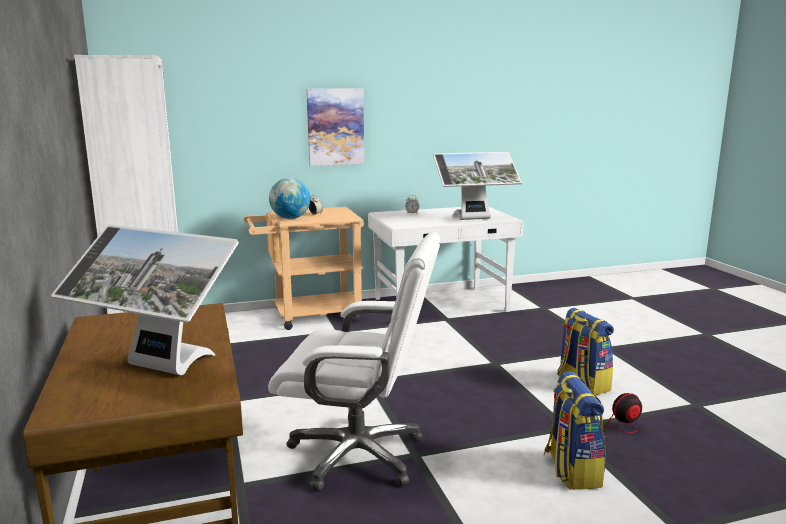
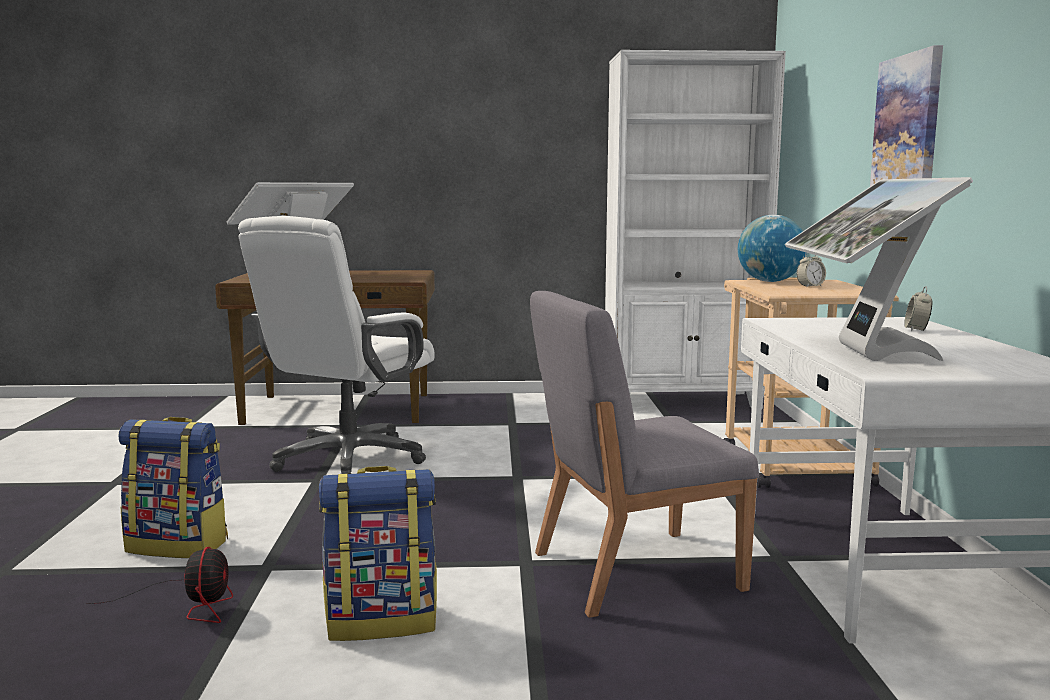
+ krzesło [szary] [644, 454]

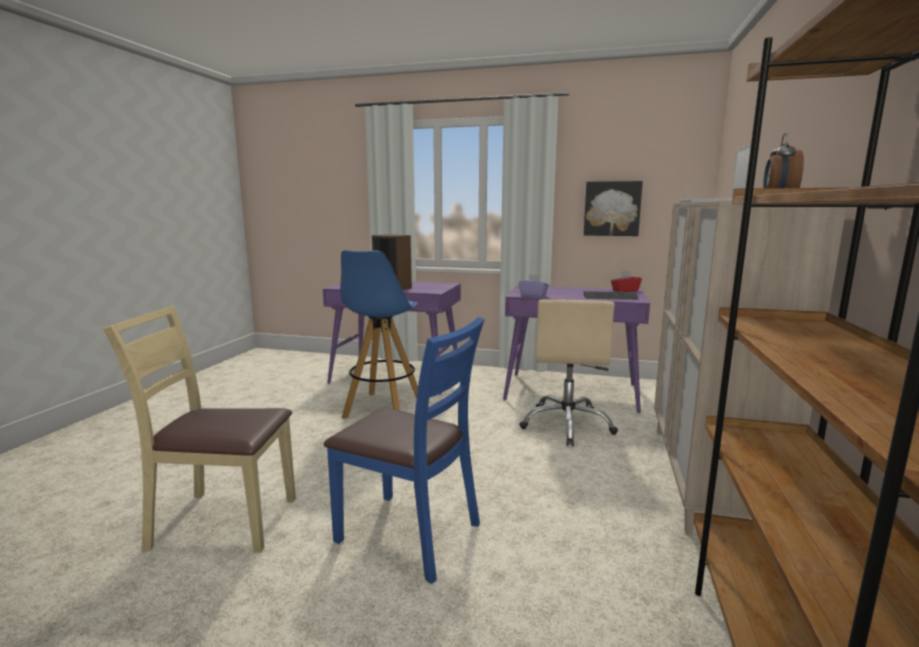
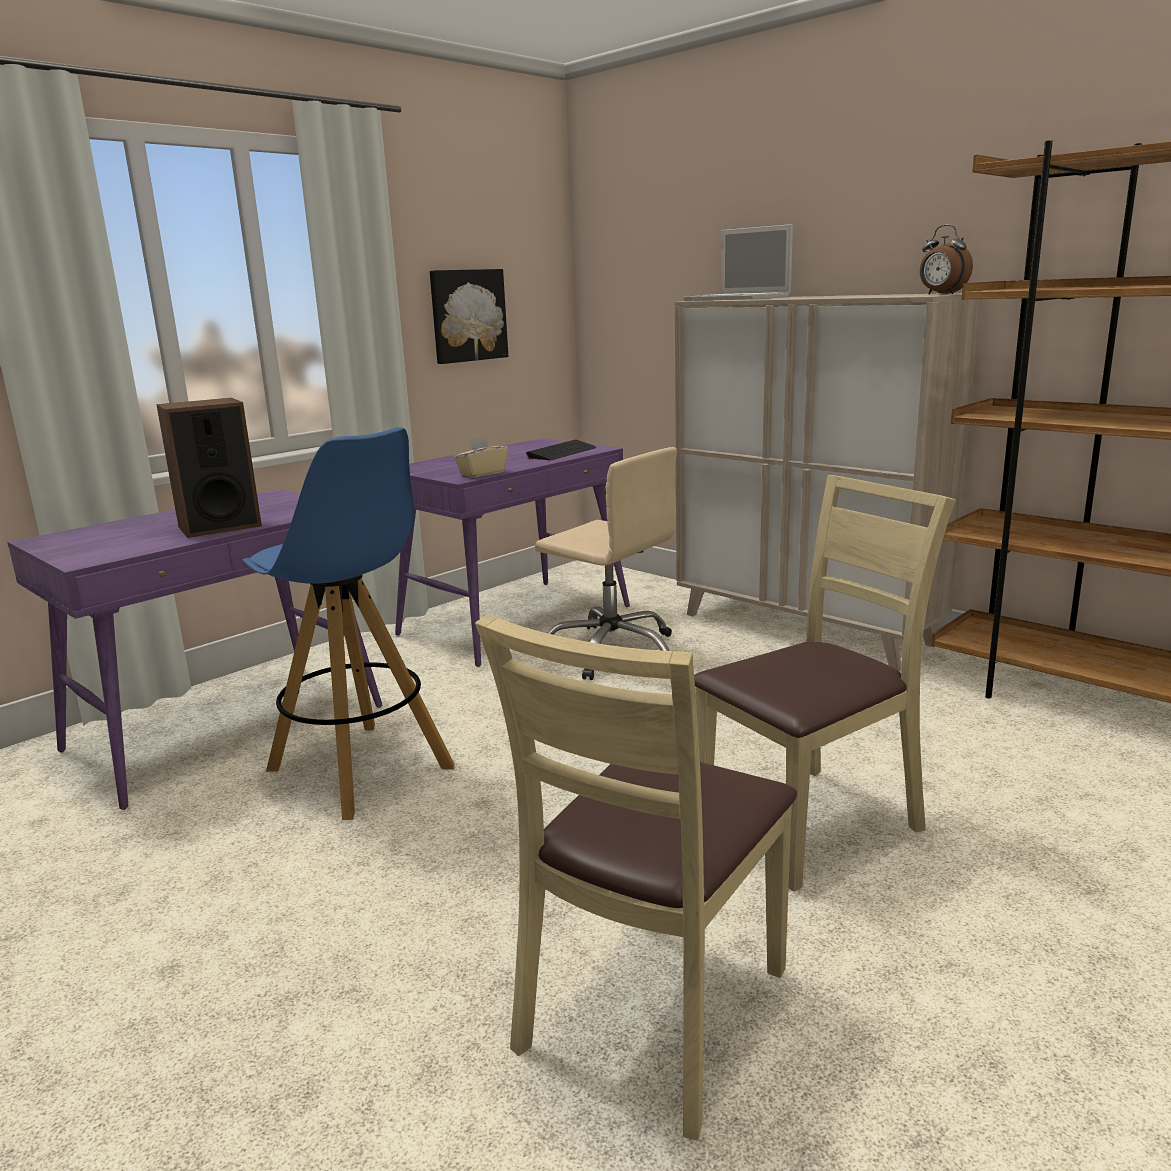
~ pudełko chusteczek [fioletowy] [533, 285] to pudełko chusteczek [beżowy] [481, 456]
~ krzesło [niebieski] [404, 450] to krzesło [beżowy] [825, 683]
- pudełko chusteczek [czerwony] [626, 281]

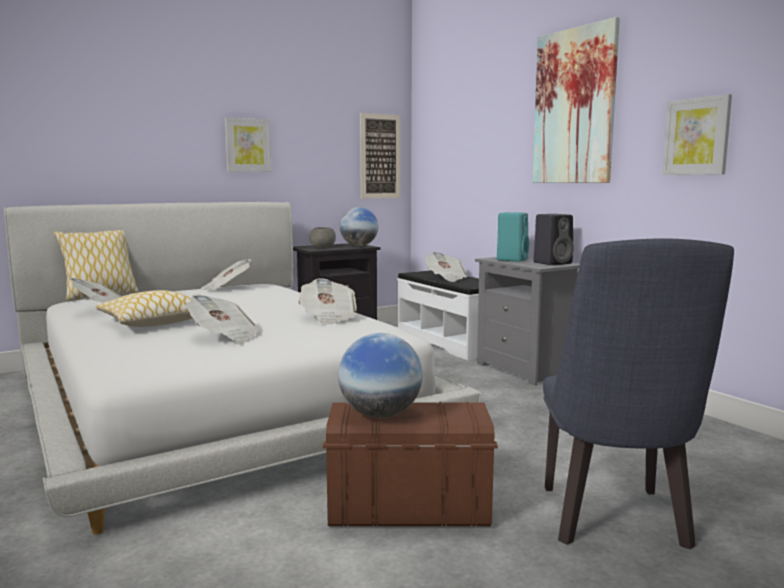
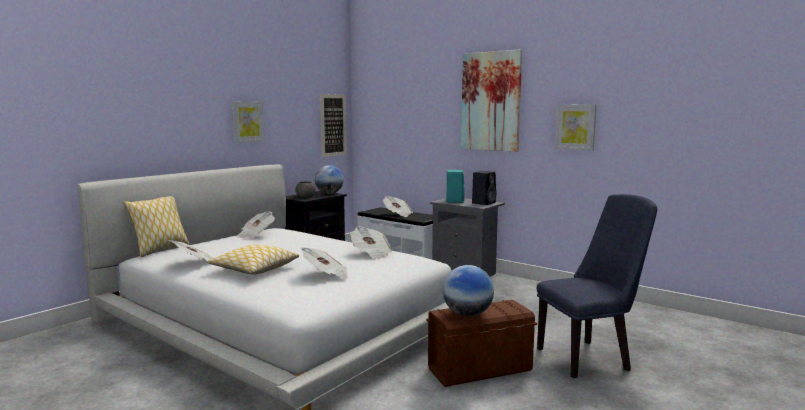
~ krzesło [niebieski] [638, 393] = [597, 286] 90 degrees counterclockwise

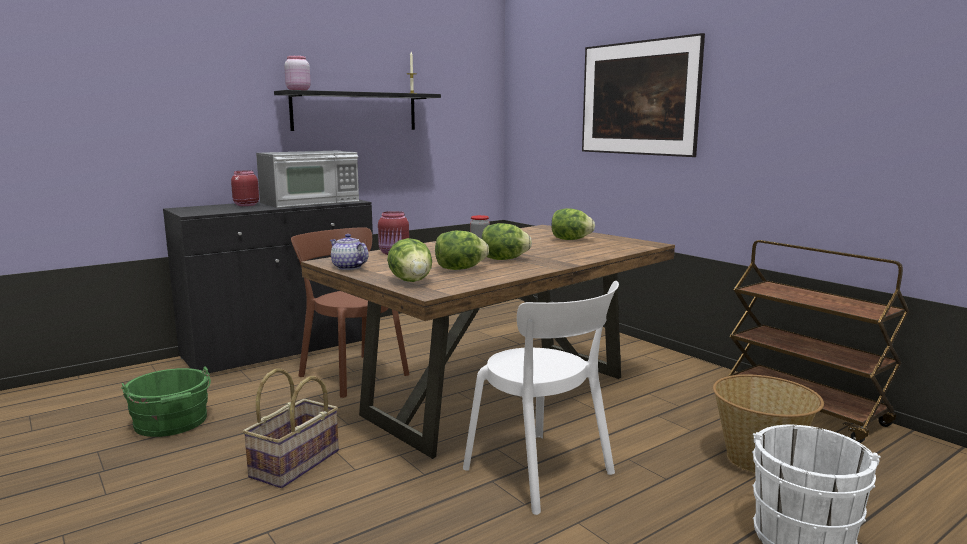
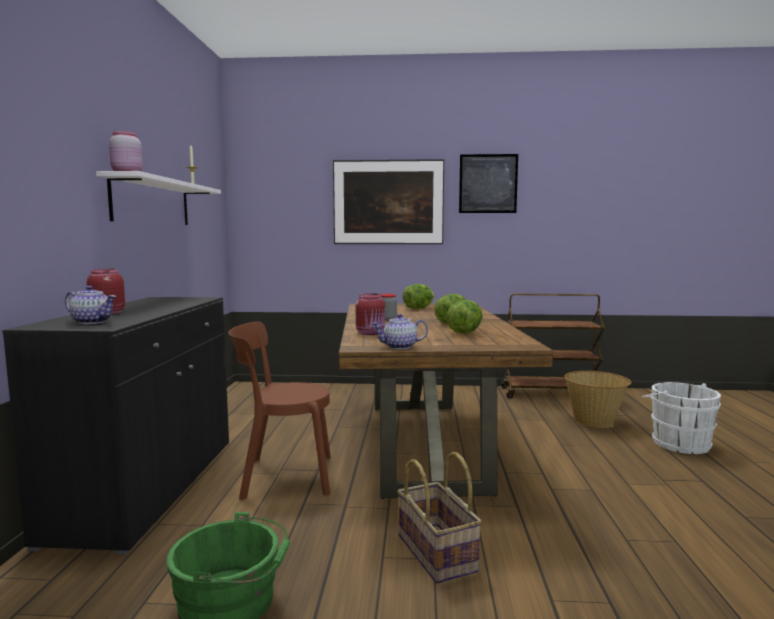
+ imbryk [90, 305]
~ półka [czarny] [357, 110] to półka [biały] [158, 198]
+ obraz [488, 183]
- mikrofalówka [307, 179]
- sałata [409, 260]
- krzesło [biały] [541, 398]

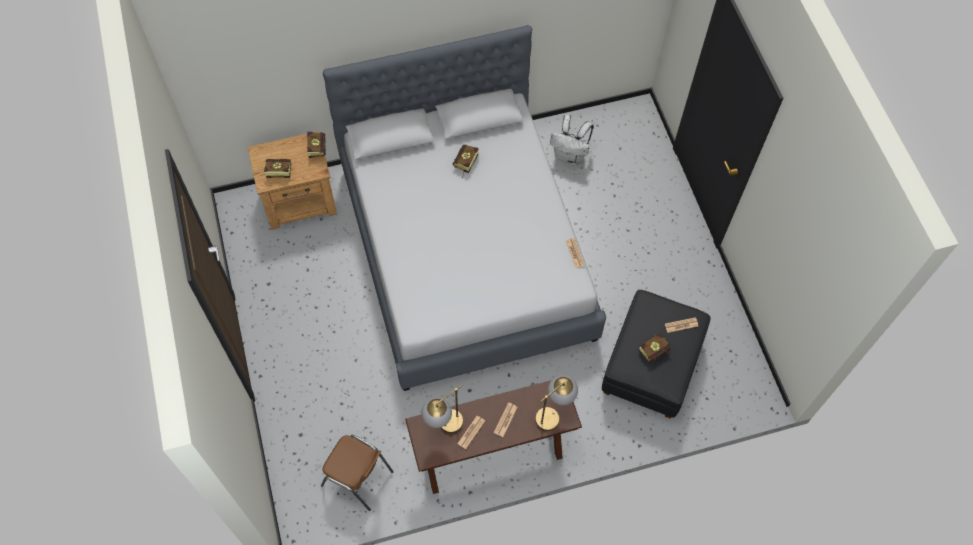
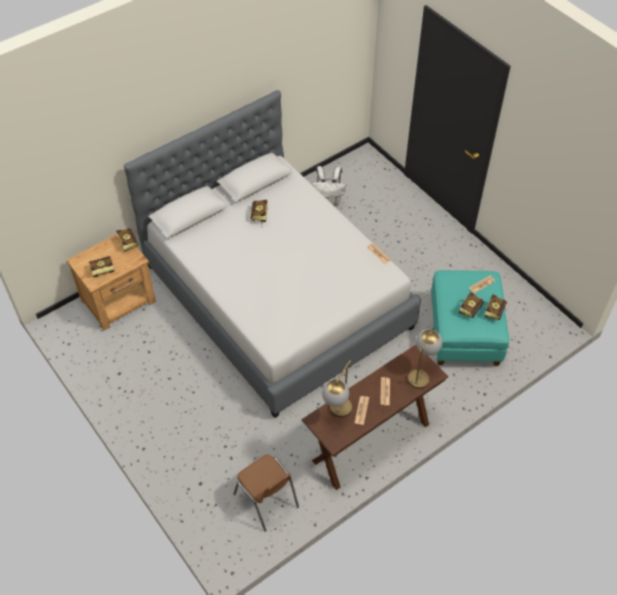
~ krzesło [brązowy] [357, 473] = [266, 493] 45 degrees clockwise
~ pufa [czarny] [656, 354] to pufa [turkusowy] [470, 318]
+ książka [495, 307]

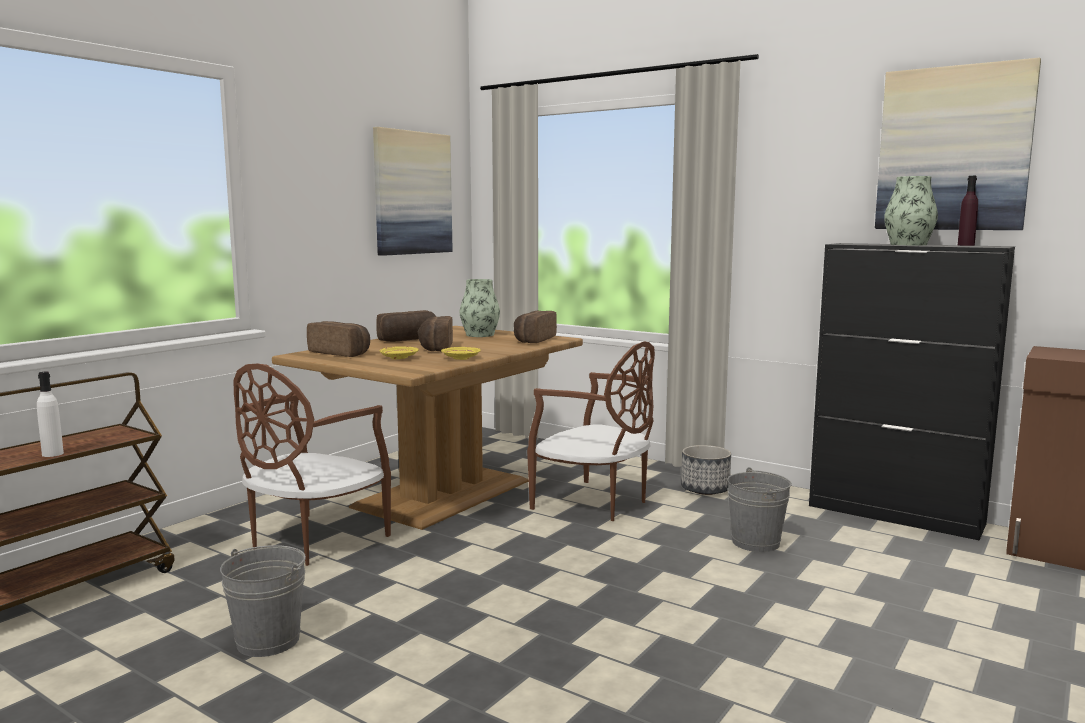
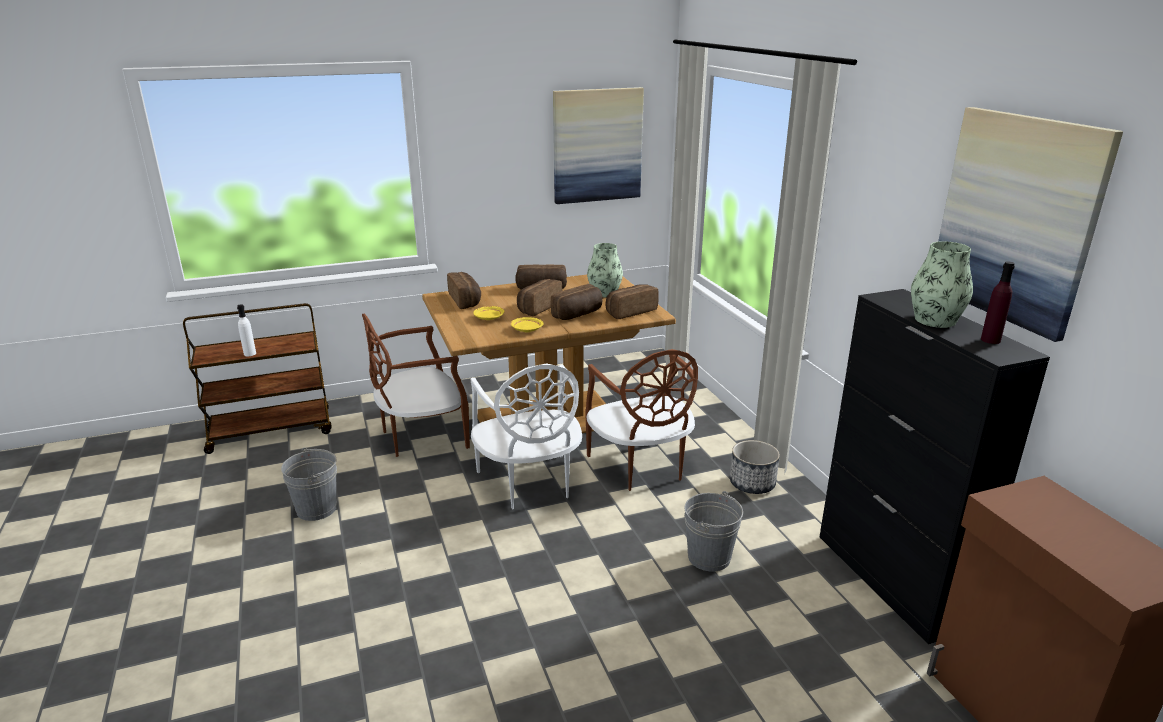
+ krzesło [biały] [526, 436]
+ chleb [577, 302]

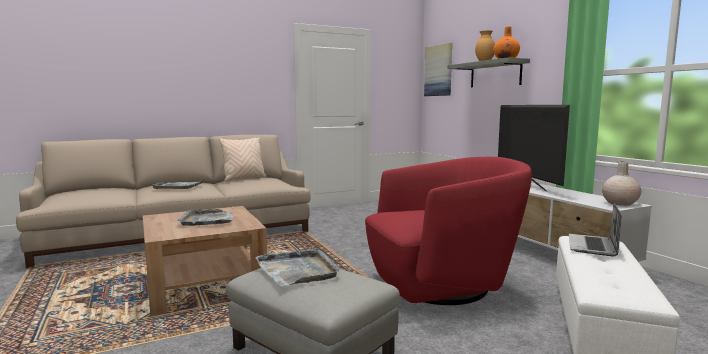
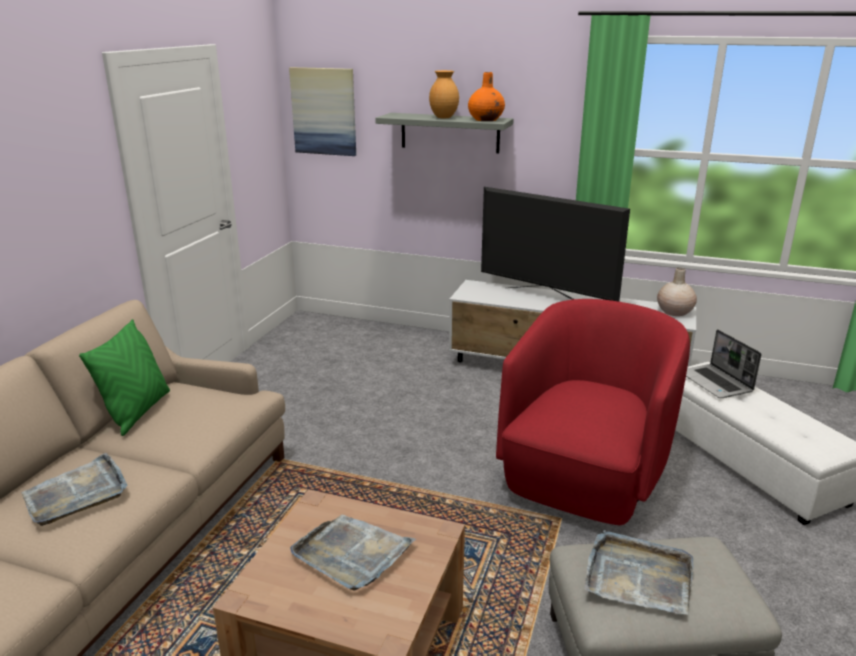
~ poduszka [beżowy] [243, 159] to poduszka [zielony] [124, 377]

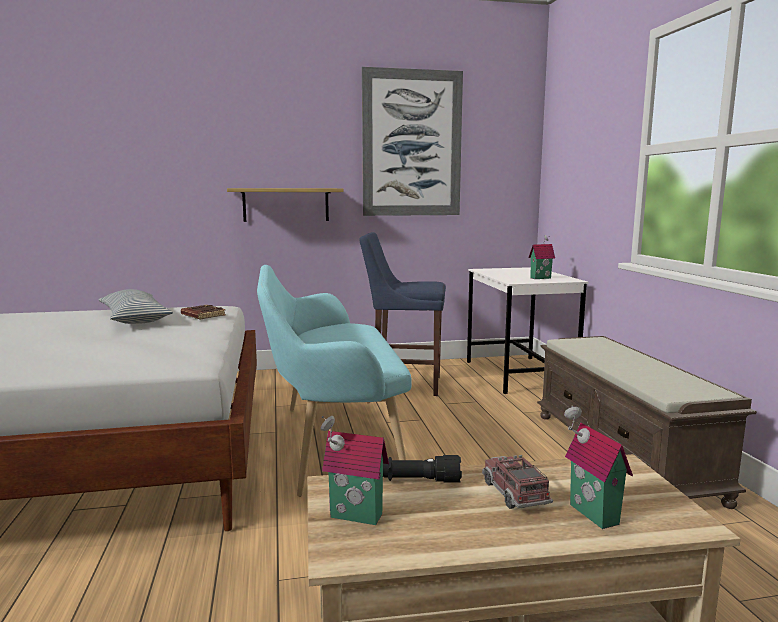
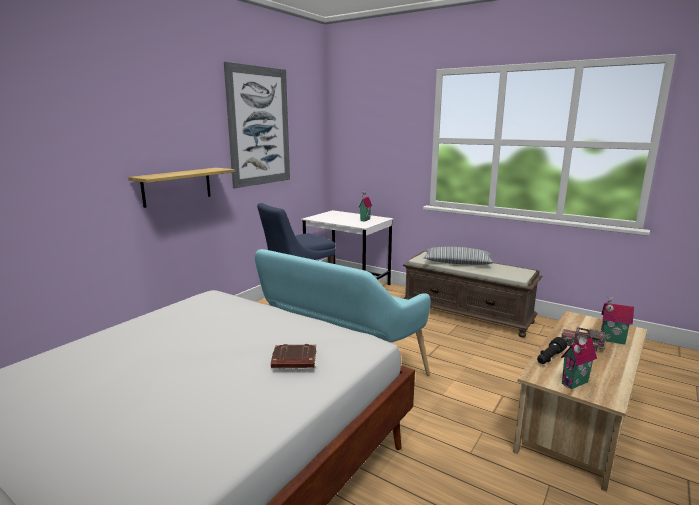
~ książka [brązowy] [203, 312] to [293, 356]
~ poduszka [135, 306] to [458, 256]

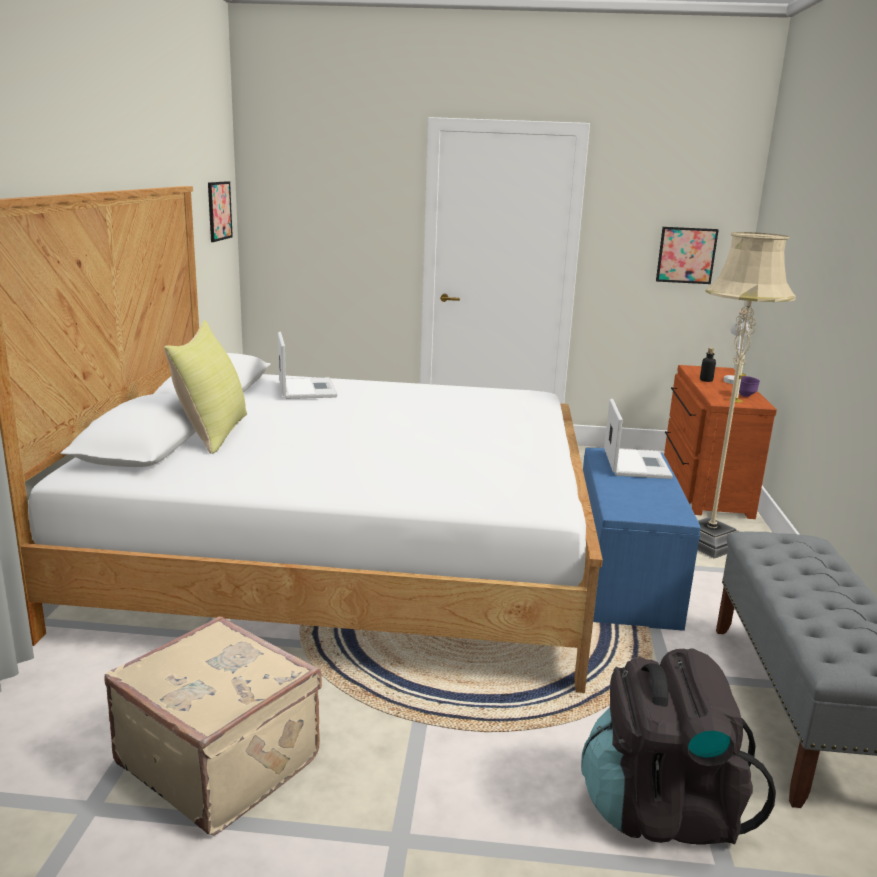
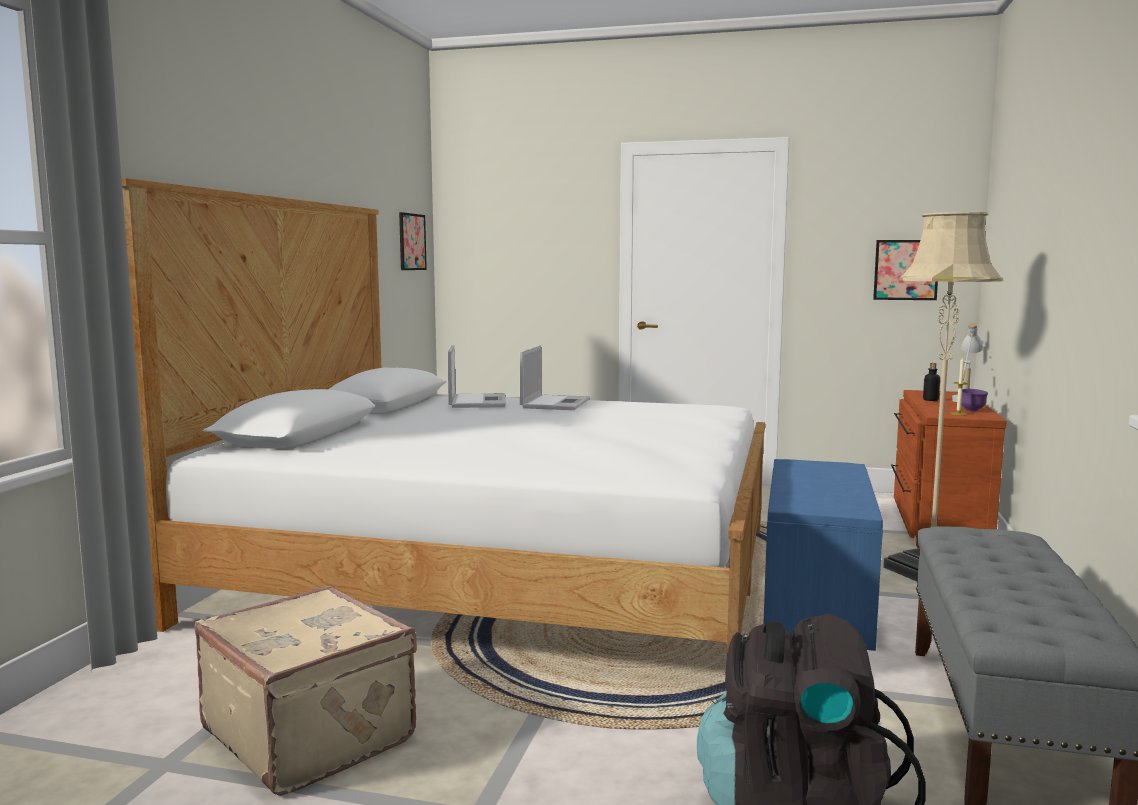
~ laptop [638, 439] to [554, 377]
- poduszka [żółty] [205, 387]

